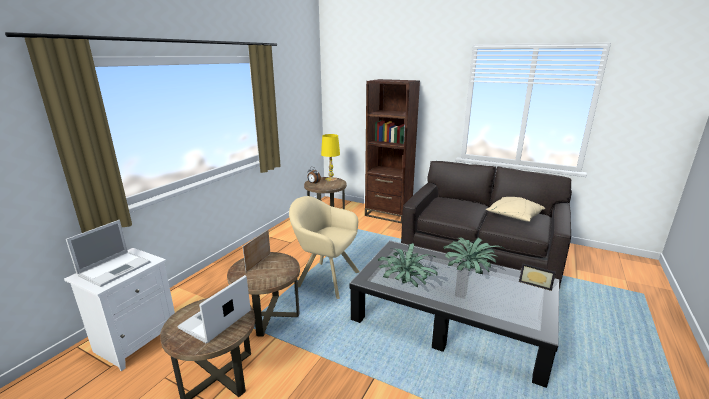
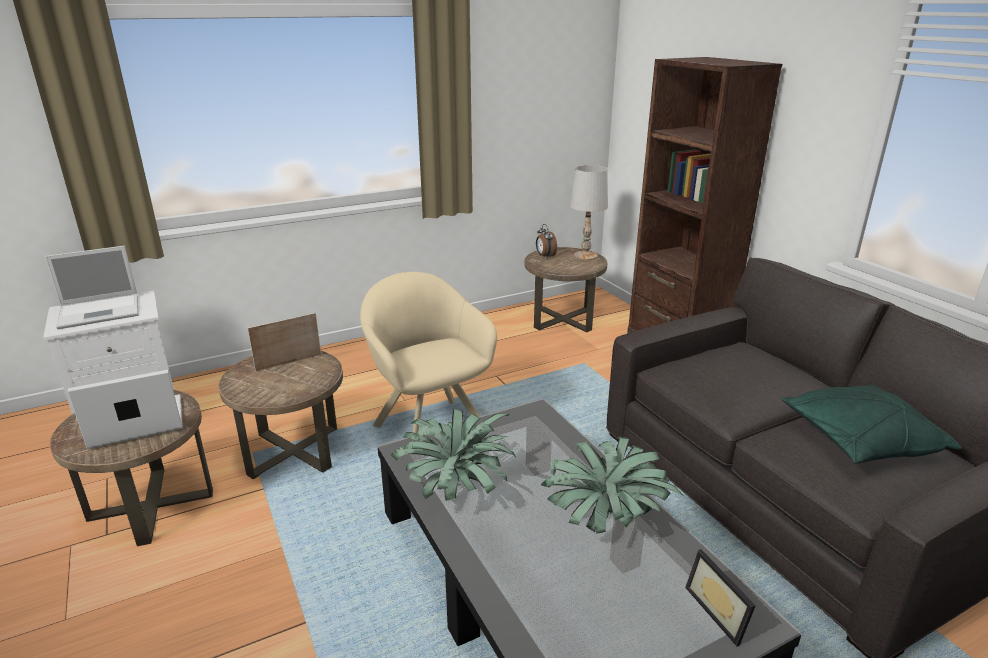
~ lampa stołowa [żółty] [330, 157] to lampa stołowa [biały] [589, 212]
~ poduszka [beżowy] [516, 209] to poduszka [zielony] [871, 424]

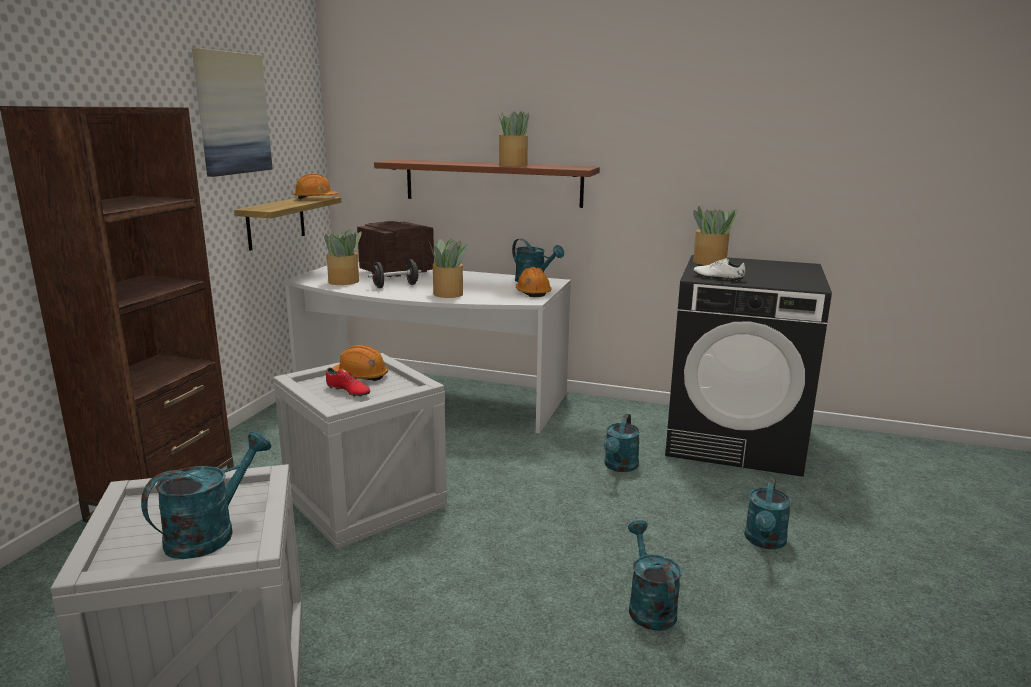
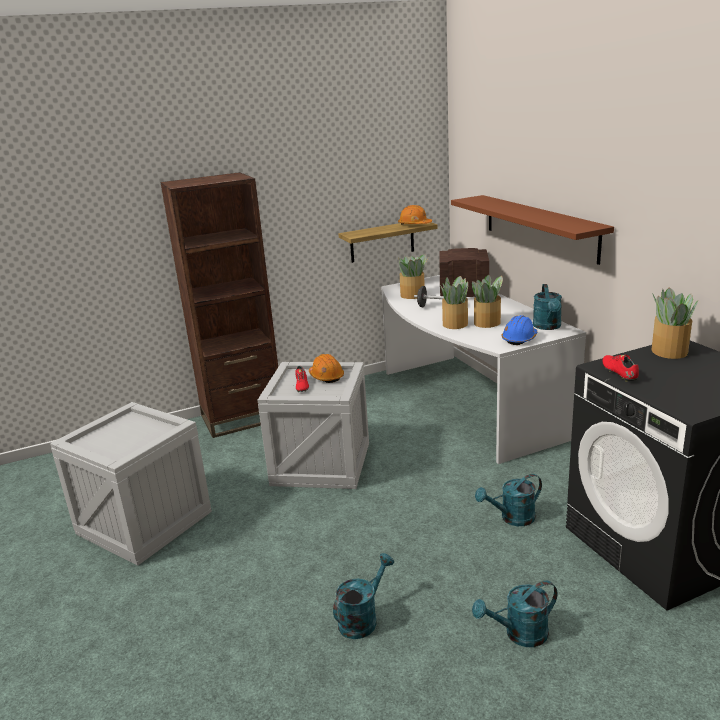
~ roślina doniczkowa [514, 138] to [487, 301]
~ kask [pomarańczowy] [534, 282] to kask [niebieski] [519, 330]
~ but [biały] [719, 269] to but [czerwony] [620, 368]
- konewka [turkusowy] [206, 495]
- obraz [232, 112]

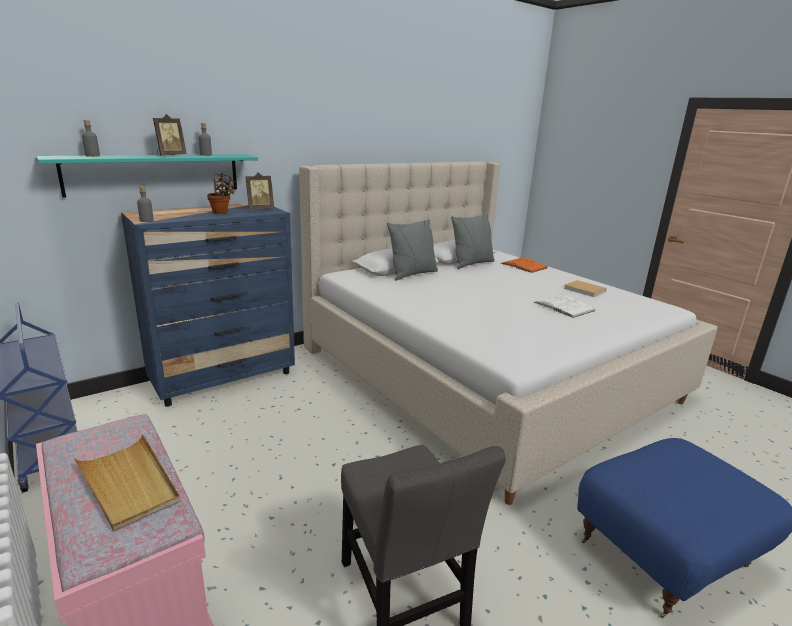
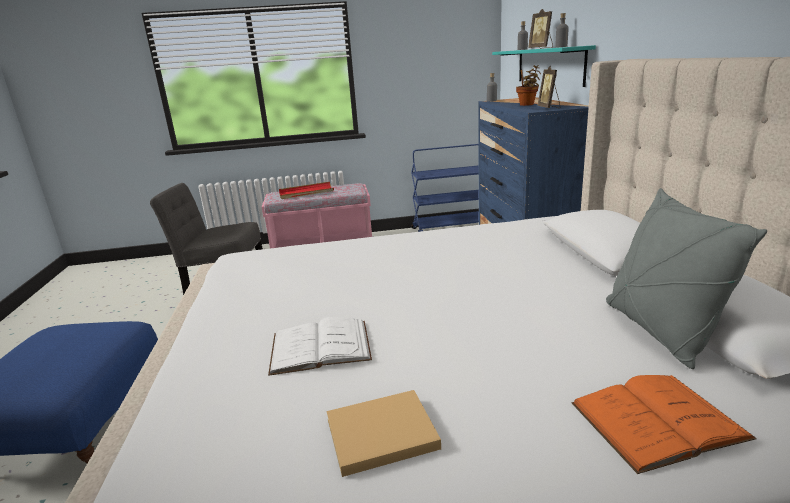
~ taca [beżowy] [127, 483] to taca [czerwony] [306, 190]
- poduszka [szary] [412, 250]

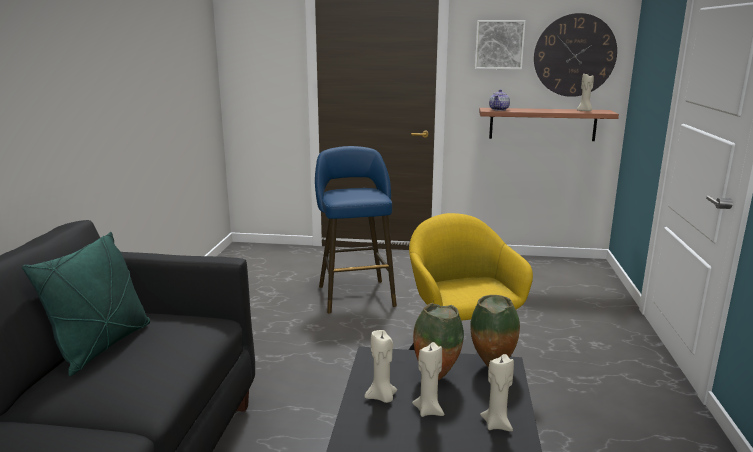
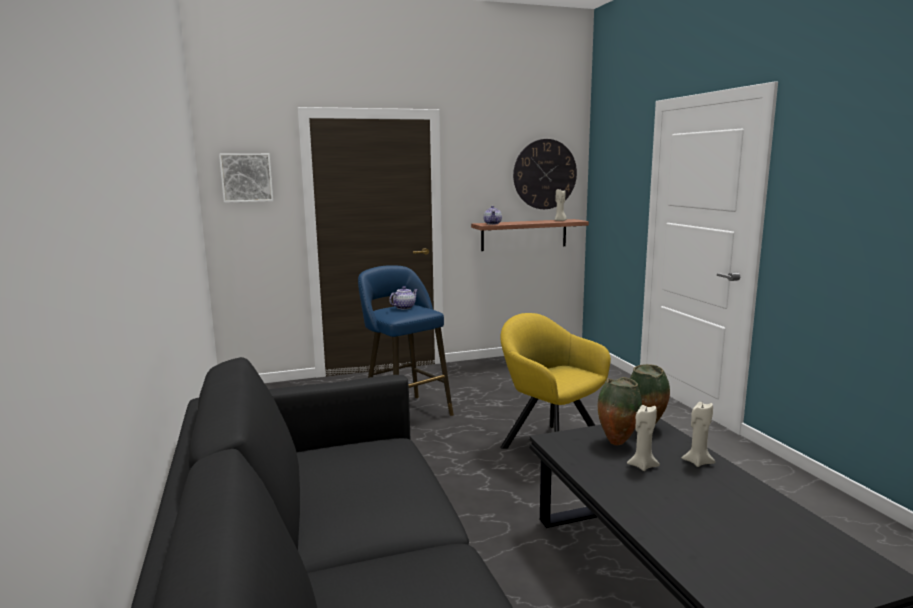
~ obraz [500, 44] to [246, 178]
+ imbryk [403, 298]
- poduszka [zielony] [86, 304]
- świeca [beżowy] [380, 366]

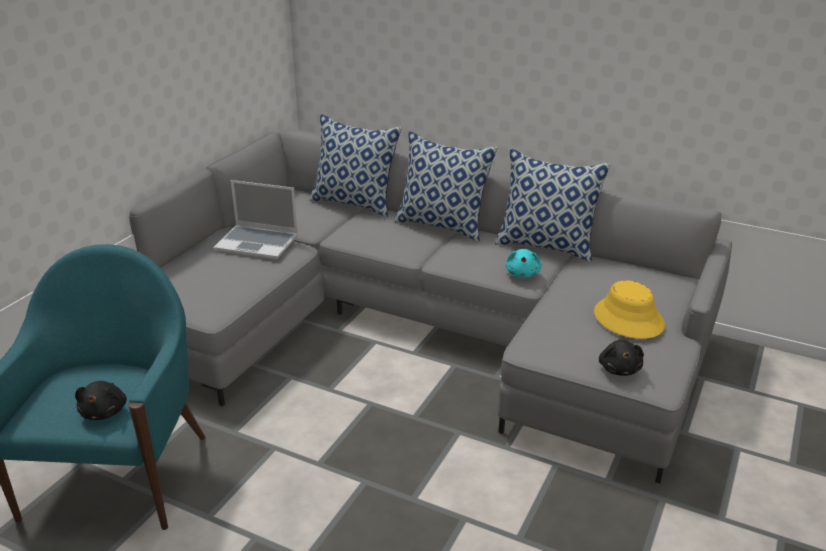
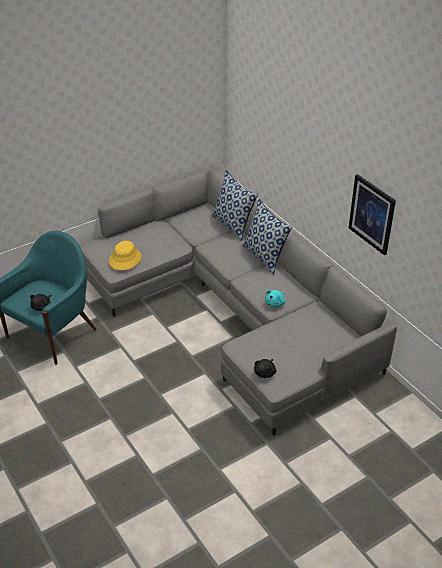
~ kapelusz [żółty] [629, 309] to [125, 255]
+ obraz [372, 214]
- laptop [255, 220]
- poduszka [553, 206]

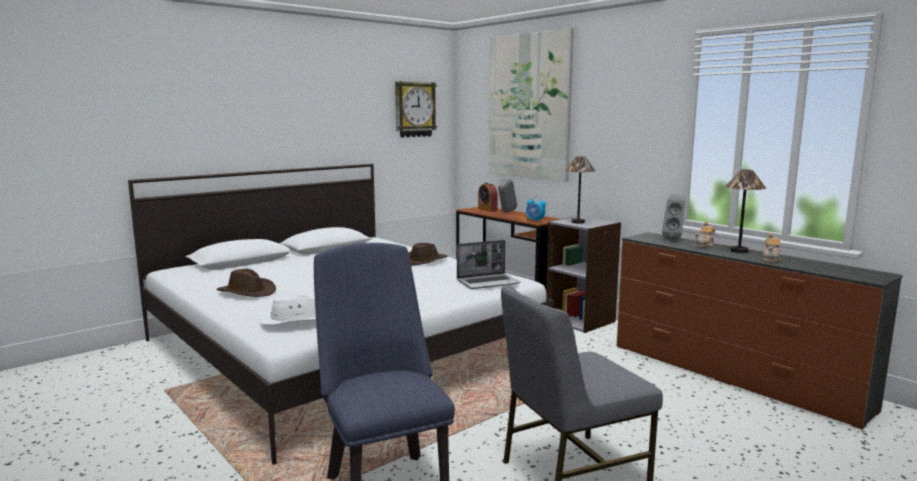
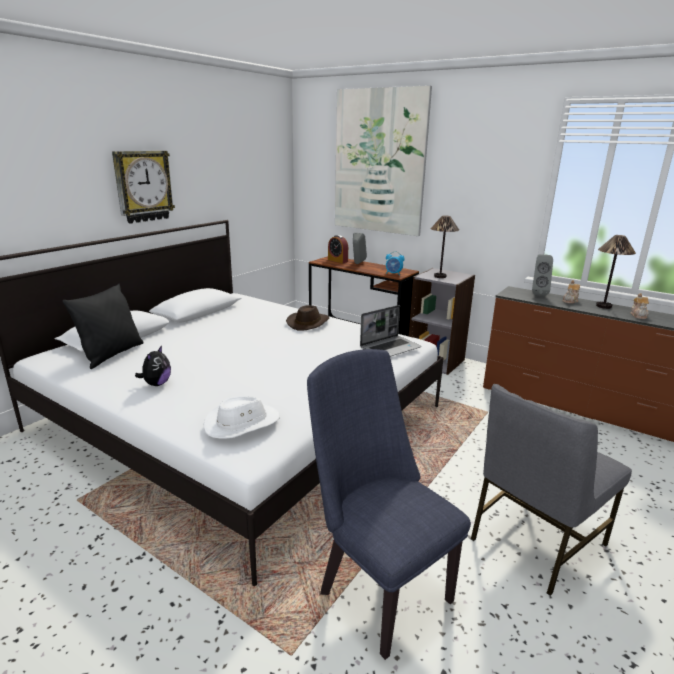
+ poduszka [czarny] [103, 326]
~ zegar ścienny [416, 109] to [143, 187]
~ kapelusz [brązowy] [246, 283] to pluszak [153, 365]

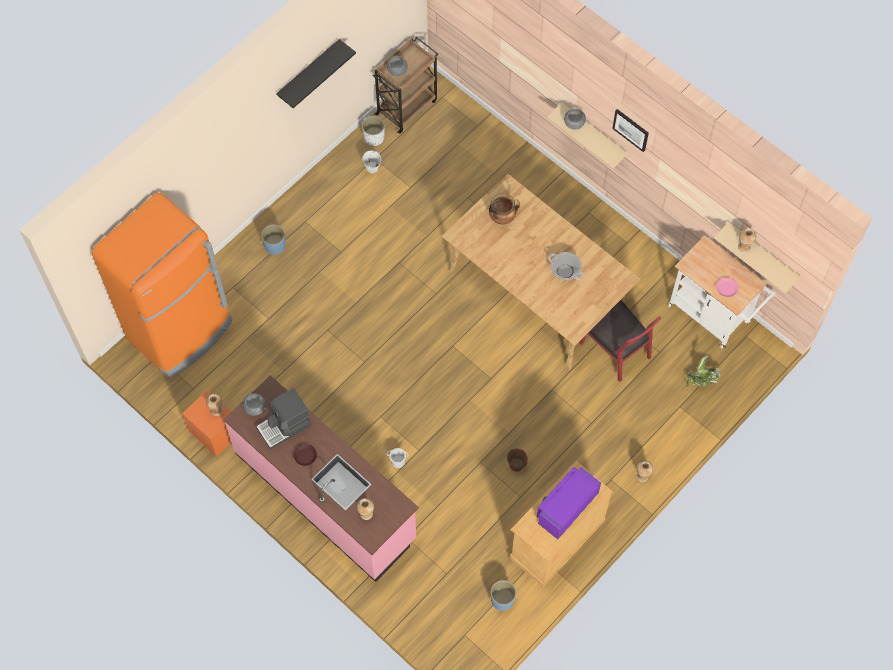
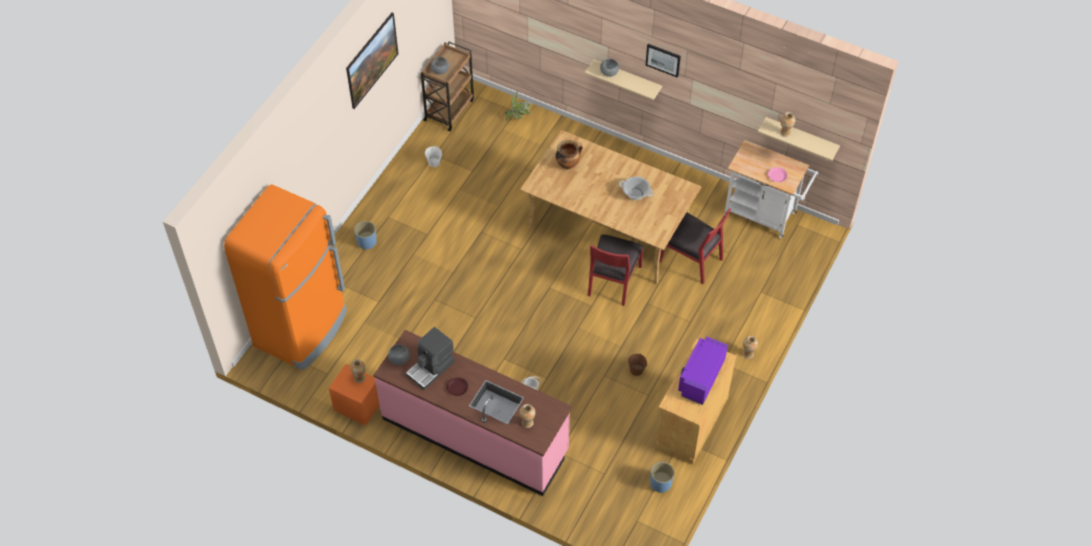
~ półka [czarny] [316, 73] to obraz [372, 60]
~ roślina doniczkowa [704, 371] to [518, 106]
+ krzesło [czerwony] [616, 270]
- donica [biały] [373, 131]

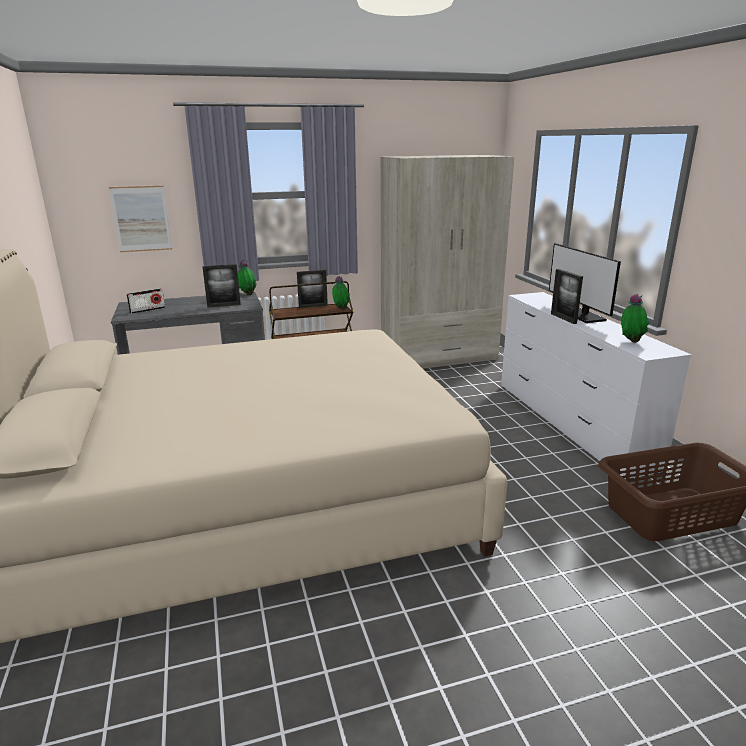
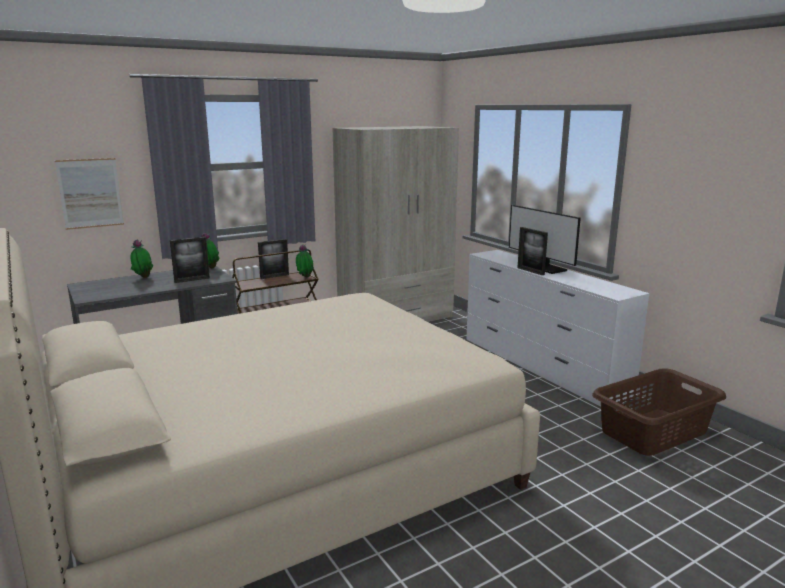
~ roślina doniczkowa [635, 318] to [142, 259]
- radio [146, 301]

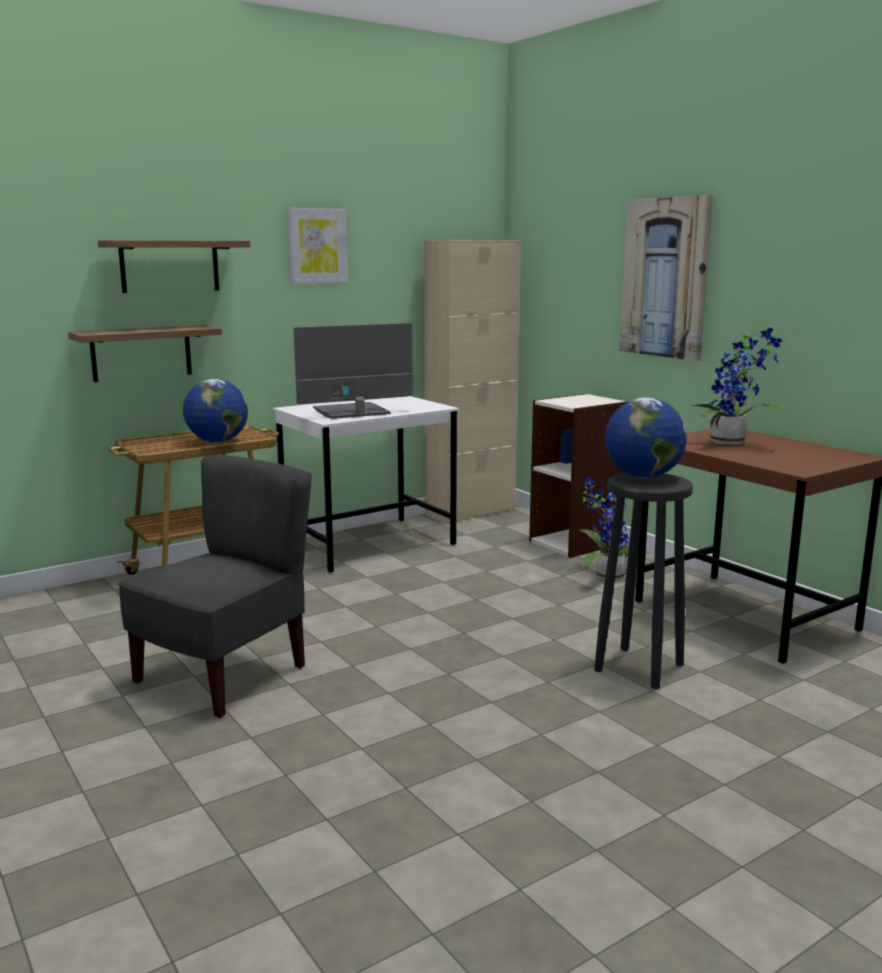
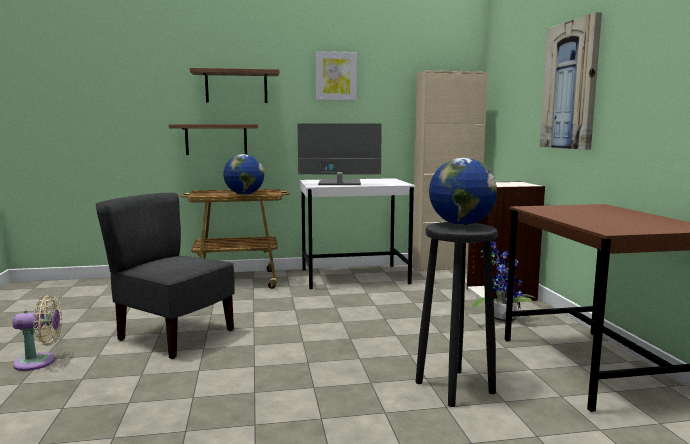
+ wentylator [beżowy] [37, 333]
~ krzesło [szary] [215, 586] = [165, 276] 120 degrees counterclockwise
- roślina doniczkowa [737, 386]

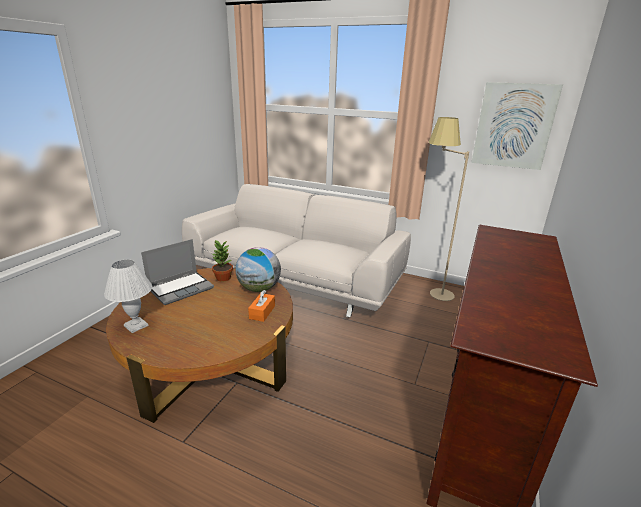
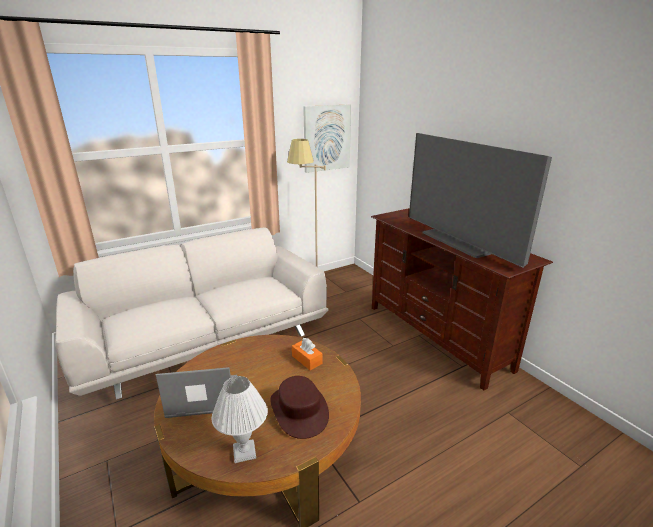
~ laptop [177, 272] = [196, 392] 90 degrees counterclockwise
+ kapelusz [brązowy] [299, 407]
+ telewizor [480, 200]
- roślina doniczkowa [222, 261]
- globus [258, 269]

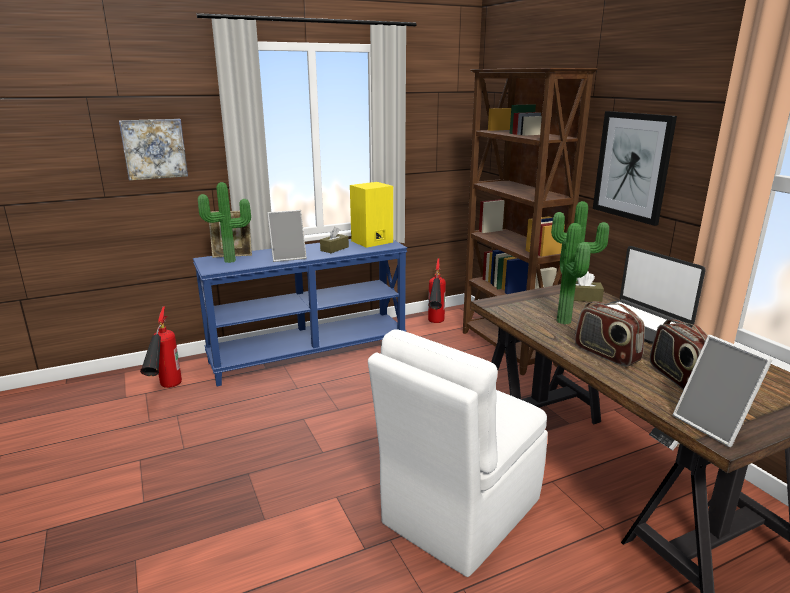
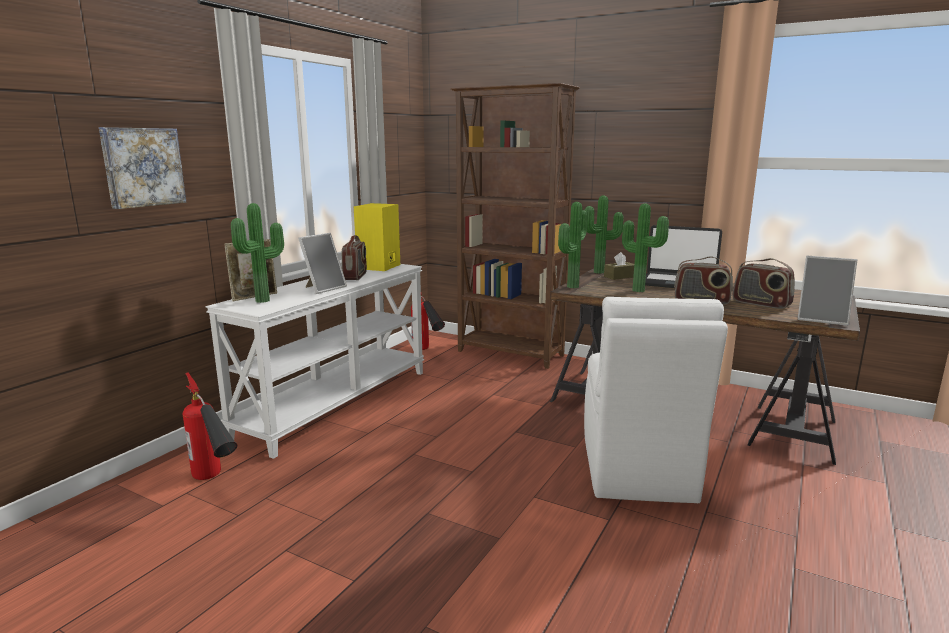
~ stolik konsolowy [niebieski] [300, 312] to stolik konsolowy [biały] [315, 361]
~ pudełko chusteczek [brązowy] [334, 240] to radio [354, 257]
+ roślina doniczkowa [572, 245]
- obraz [635, 168]

